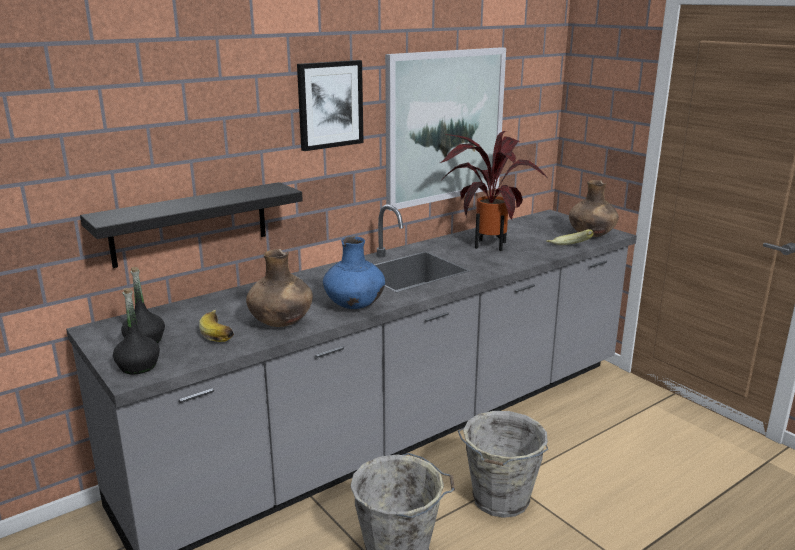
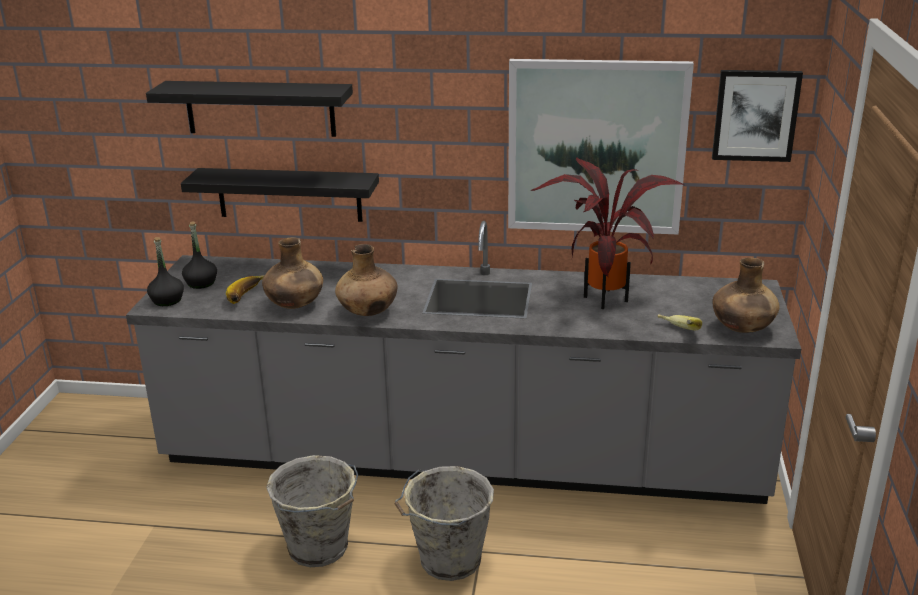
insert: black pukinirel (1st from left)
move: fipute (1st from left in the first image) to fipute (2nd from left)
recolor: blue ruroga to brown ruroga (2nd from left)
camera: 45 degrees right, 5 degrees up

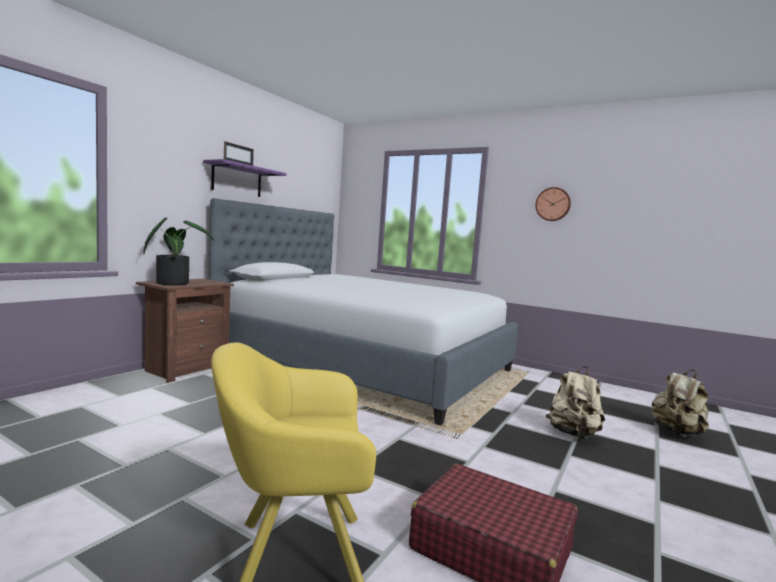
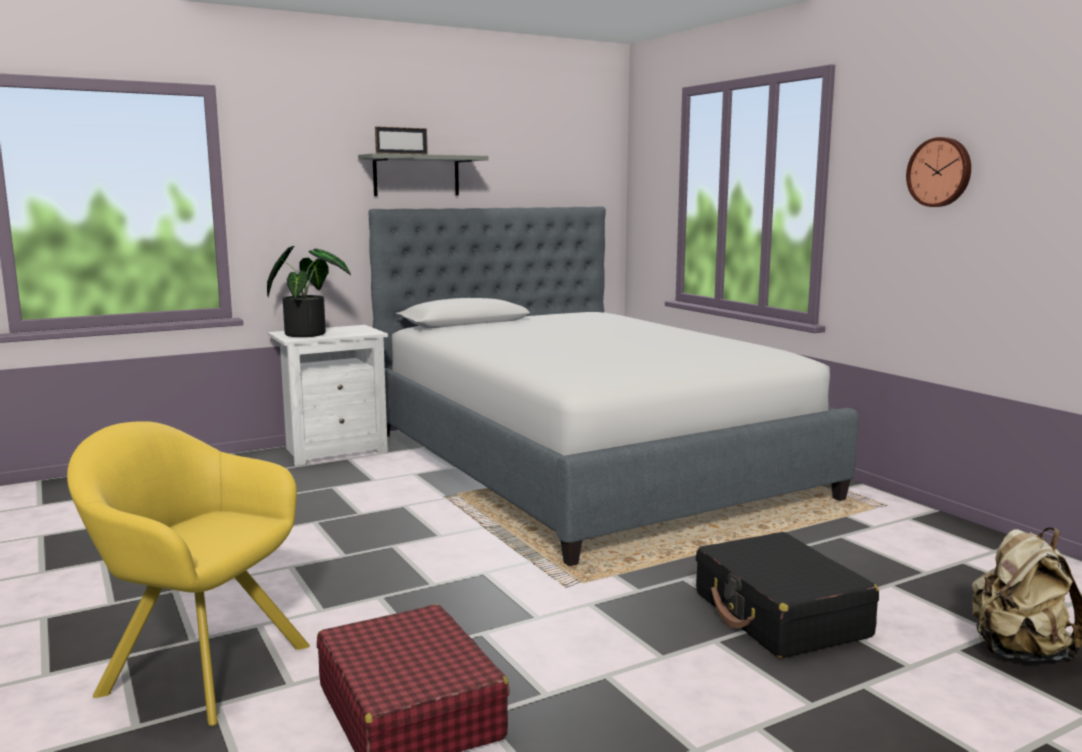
replace: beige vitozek (1st from left) to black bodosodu
recolor: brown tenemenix to white tenemenix; purple pukinirel to grey pukinirel
camera: 30 degrees right, 5 degrees up

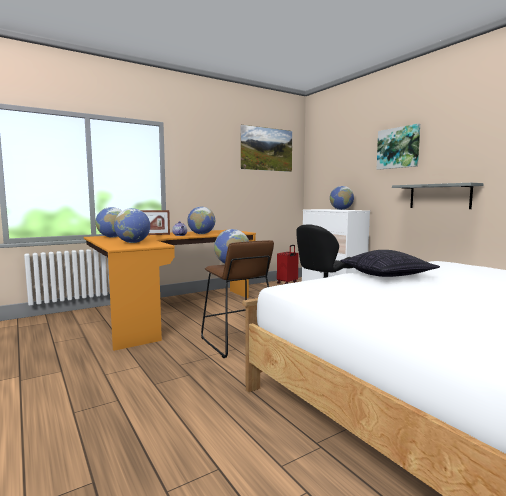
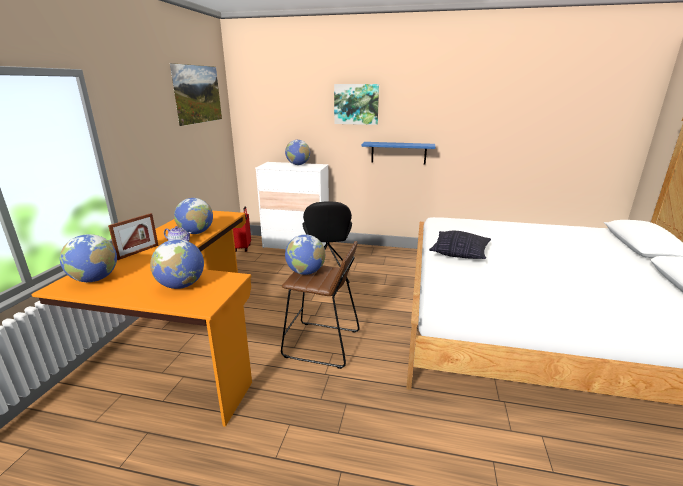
recolor: grey pukinirel to blue pukinirel
camera: 45 degrees left, 15 degrees up

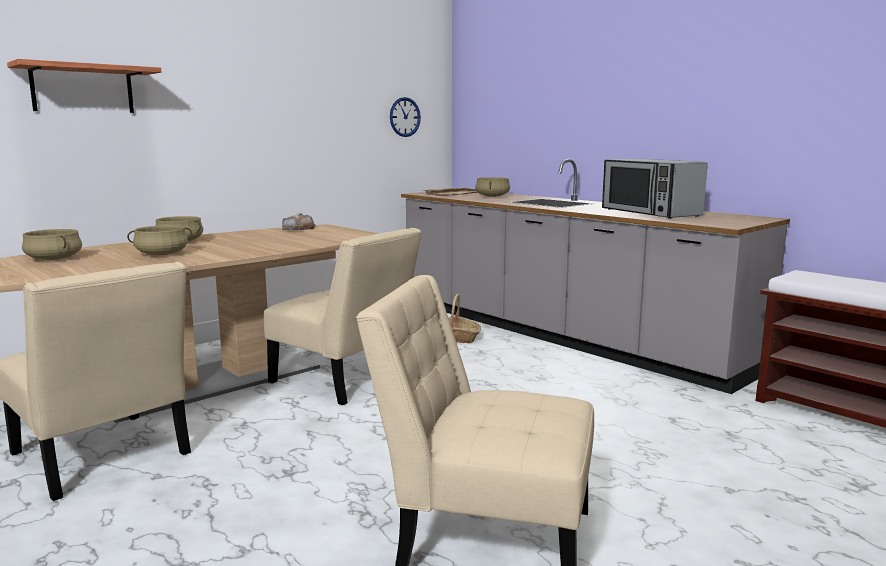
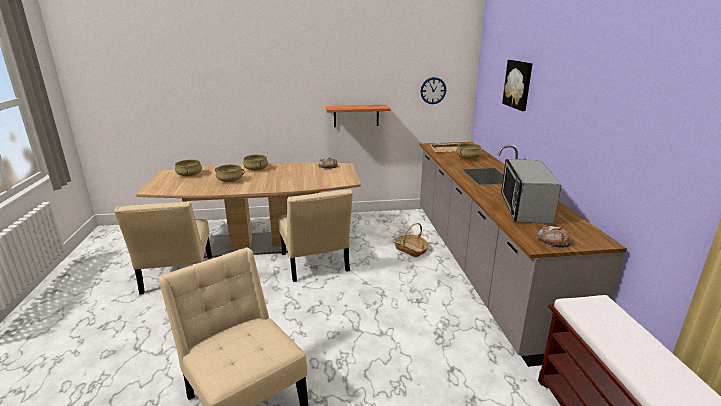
insert: fipute; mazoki (2nd from left)
move: pukinirel
camera: 35 degrees right, 10 degrees up

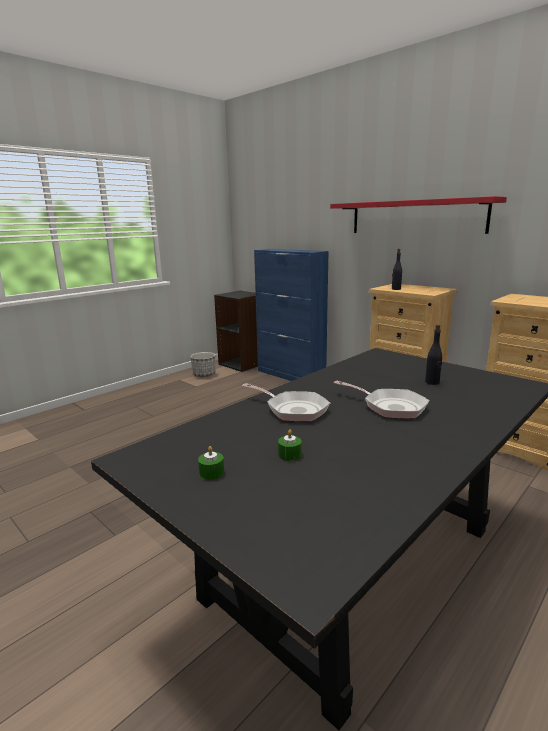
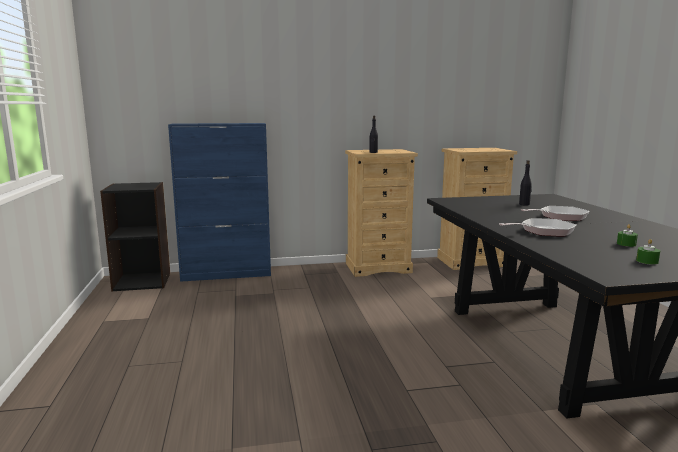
delete: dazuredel; red pukinirel
camera: 55 degrees left, 5 degrees down

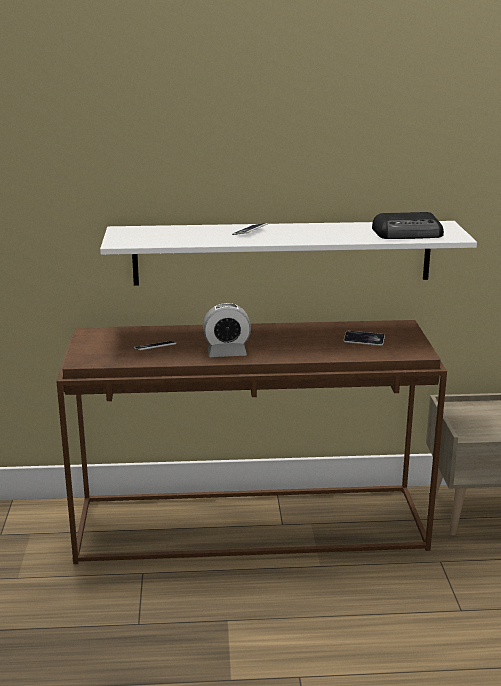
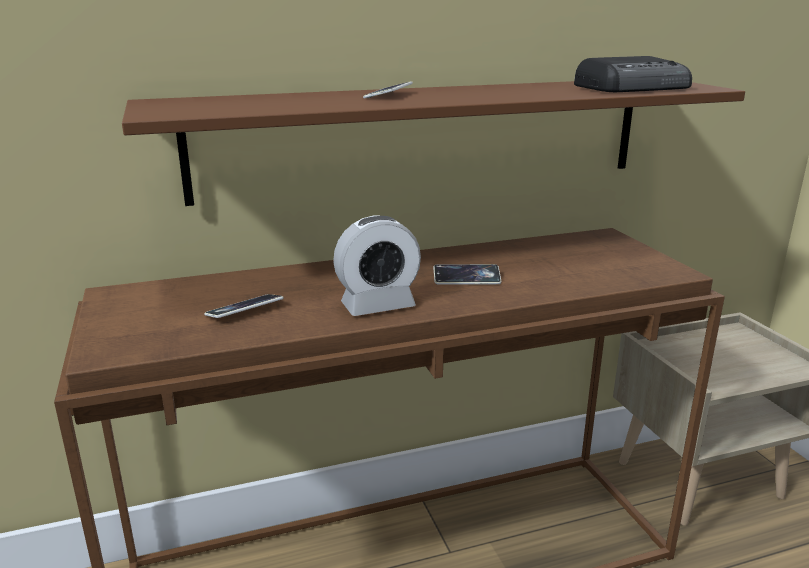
move: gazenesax (3rd from left)
recolor: white pukinirel to brown pukinirel
camera: 15 degrees left, 0 degrees up

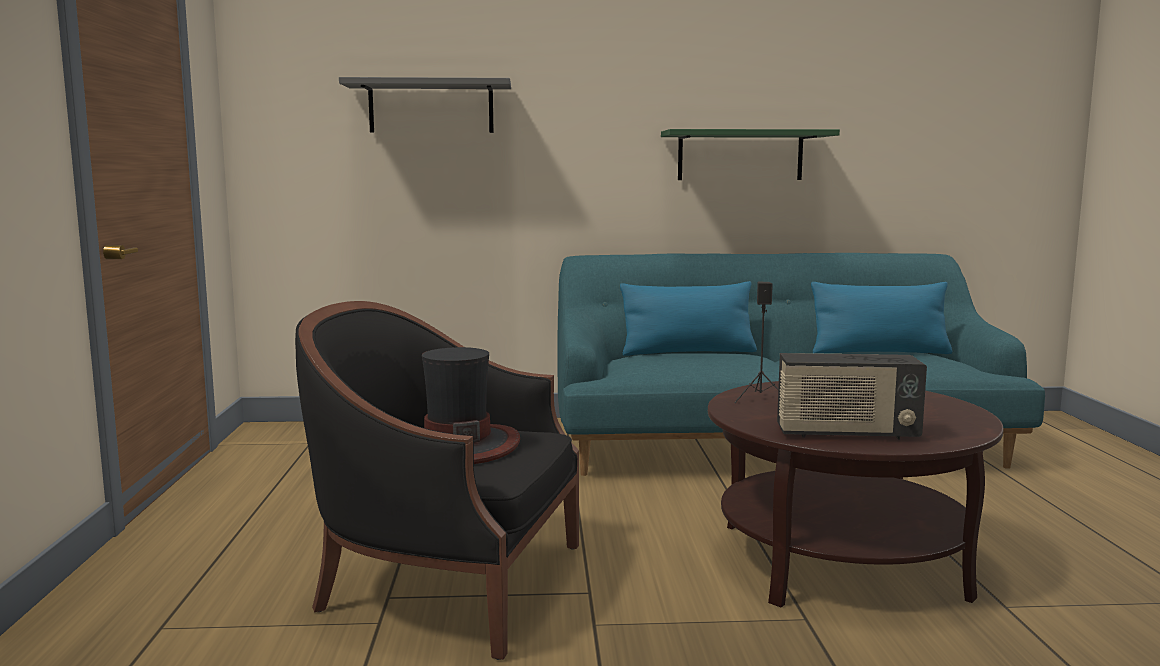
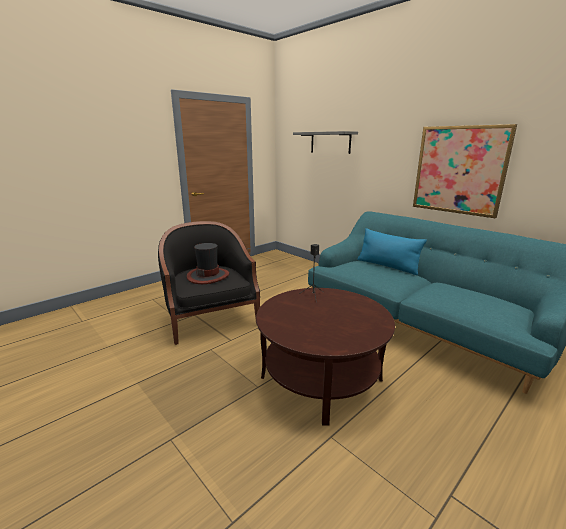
delete: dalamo; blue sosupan (2nd from left)
replace: green pukinirel to fipute
camera: 50 degrees right, 10 degrees up

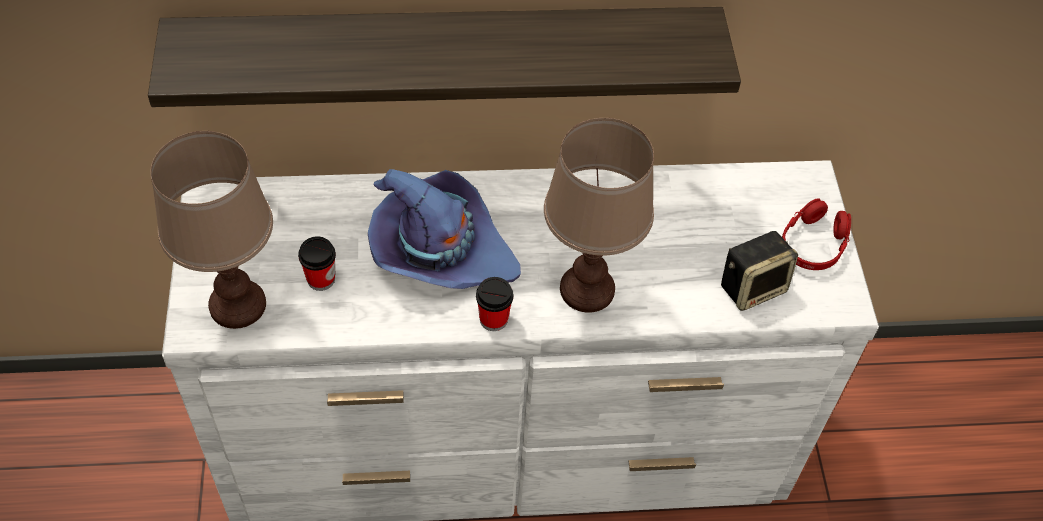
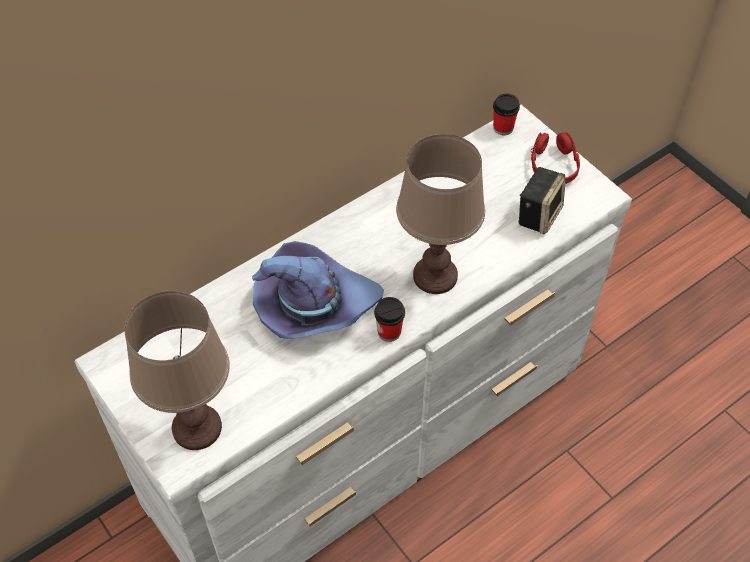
delete: pukinirel
move: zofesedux (1st from left in the first image) to zofesedux (2nd from left)
camera: 30 degrees left, 0 degrees up

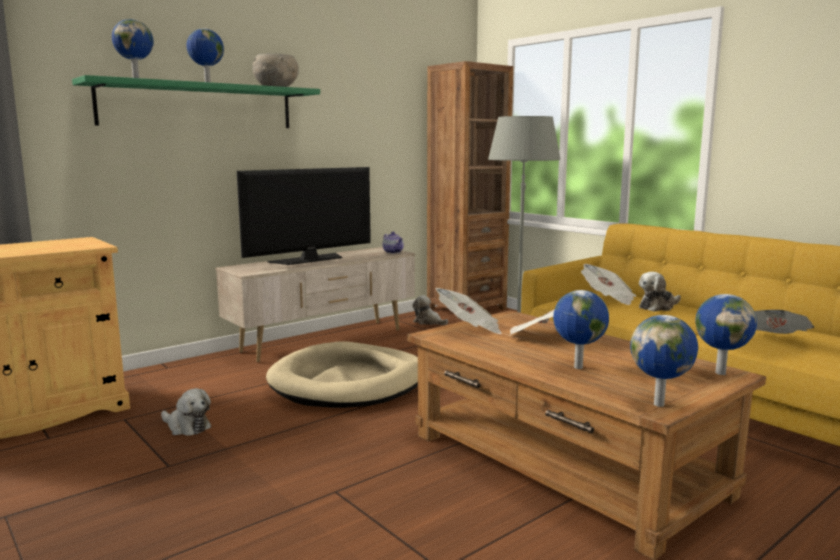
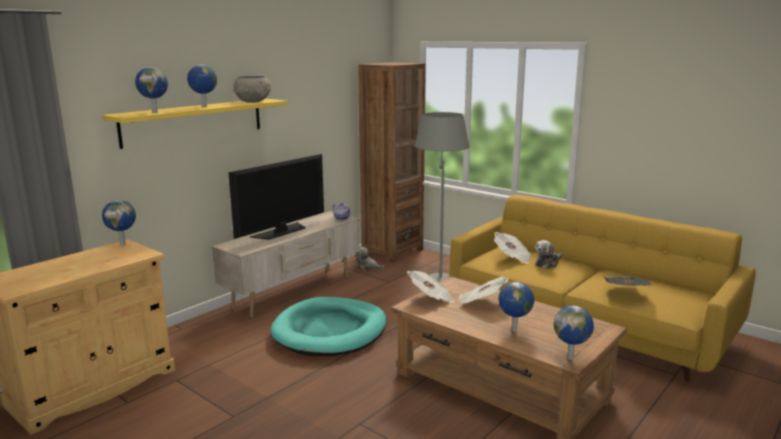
delete: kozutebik (1st from left)
move: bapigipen (5th from left in the first image) to bapigipen (1st from left)
recolor: green pukinirel to yellow pukinirel; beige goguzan to turquoise goguzan
camera: 10 degrees left, 5 degrees up

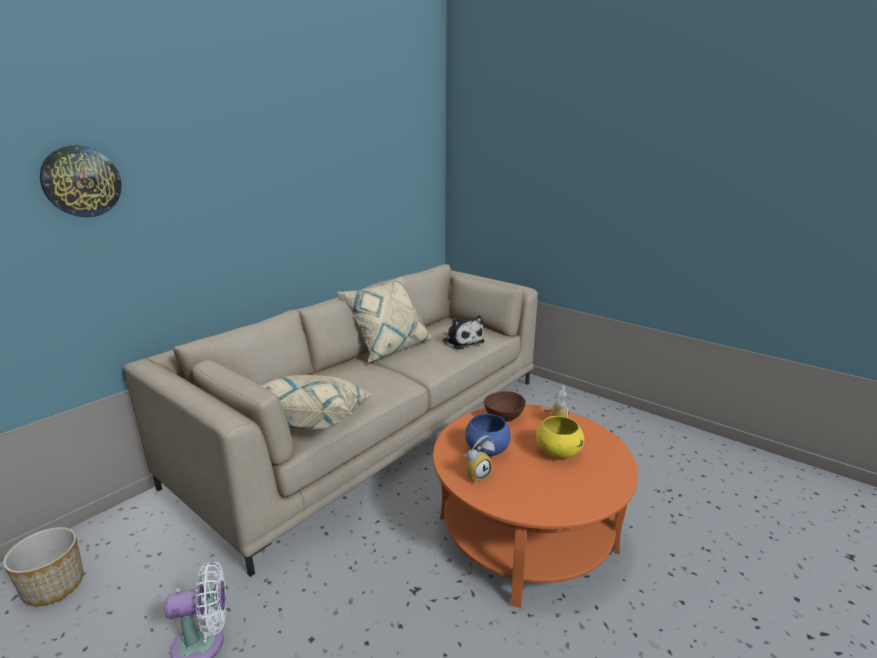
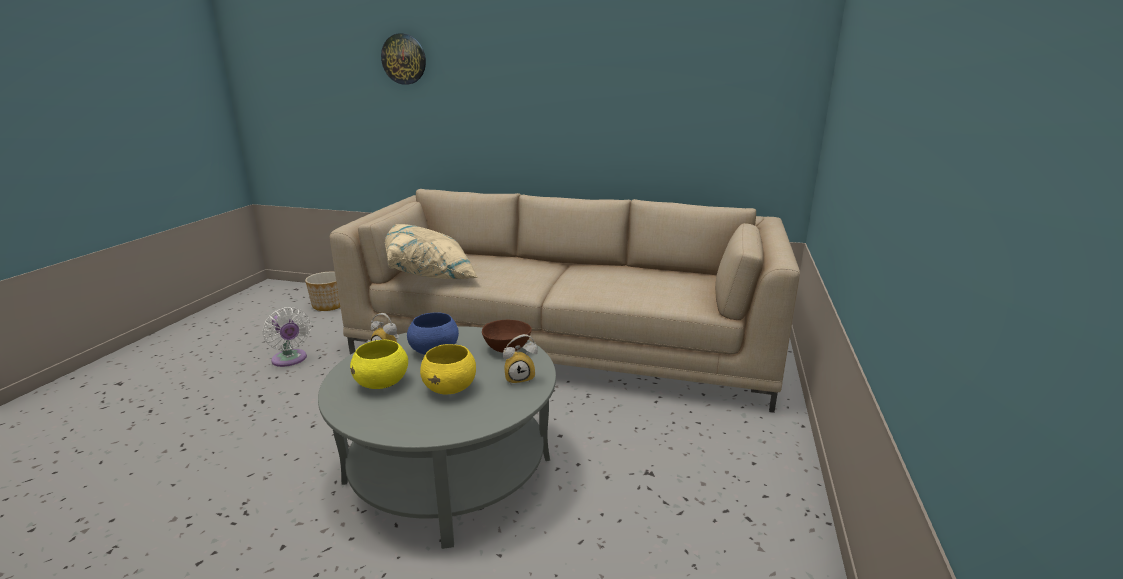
delete: beige sosupan (2nd from left); kozutebik
insert: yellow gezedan (1st from left)
recolor: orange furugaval to grey furugaval
camera: 65 degrees right, 0 degrees up

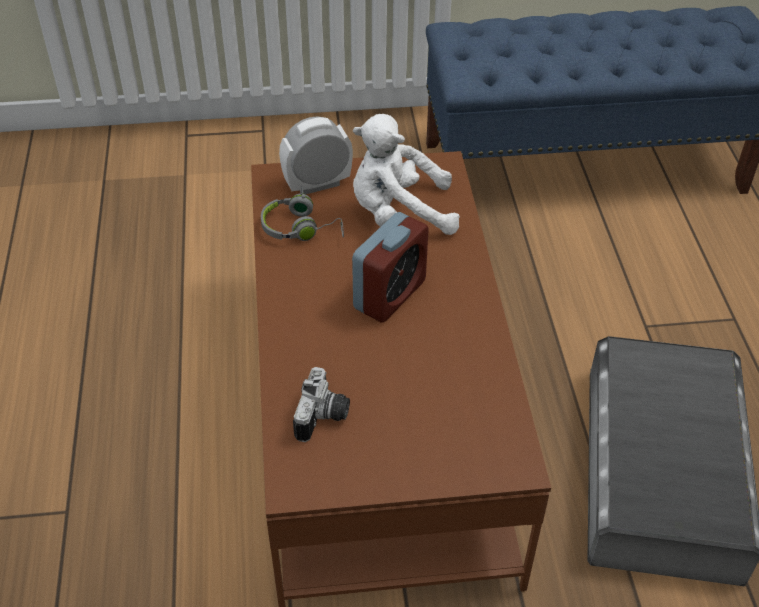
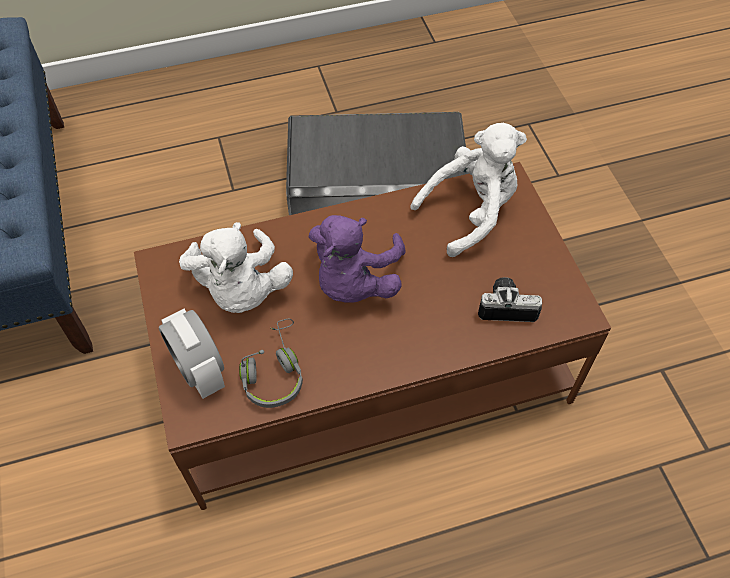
insert: white kozutebik (2nd from left)
replace: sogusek (2nd from left) to purple kozutebik
camera: 100 degrees left, 10 degrees up

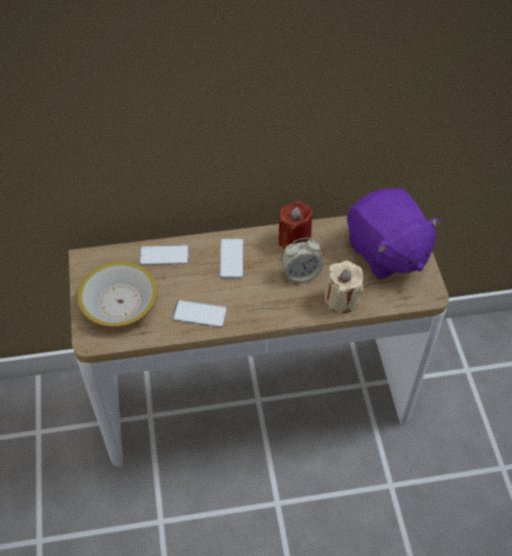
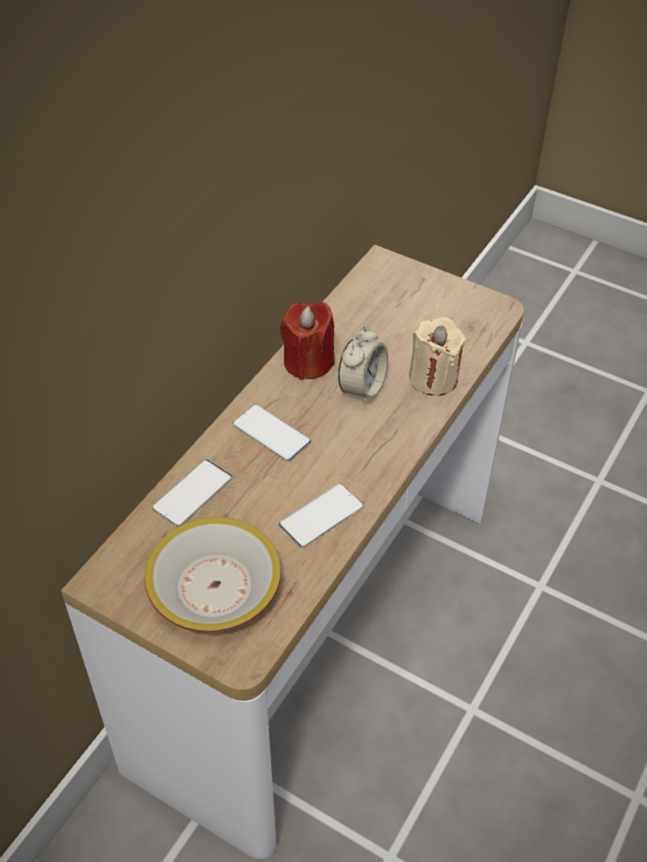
delete: purple kozutebik
camera: 50 degrees left, 5 degrees down

